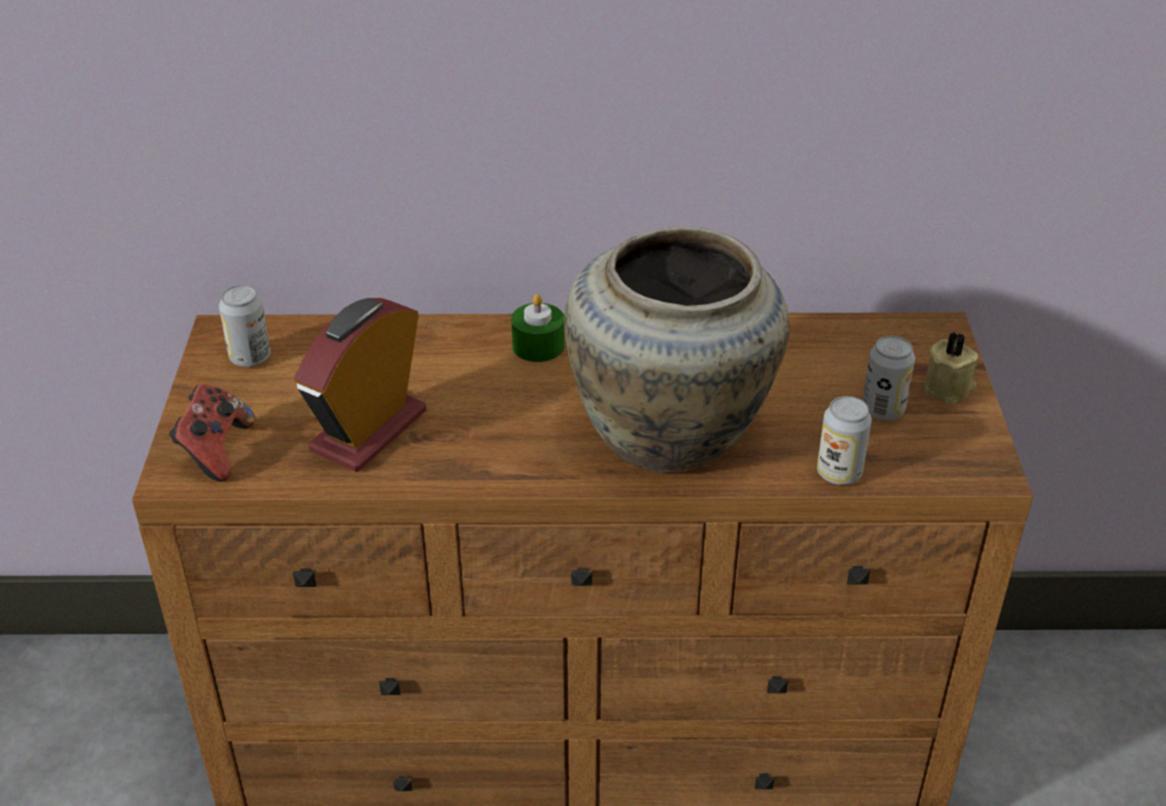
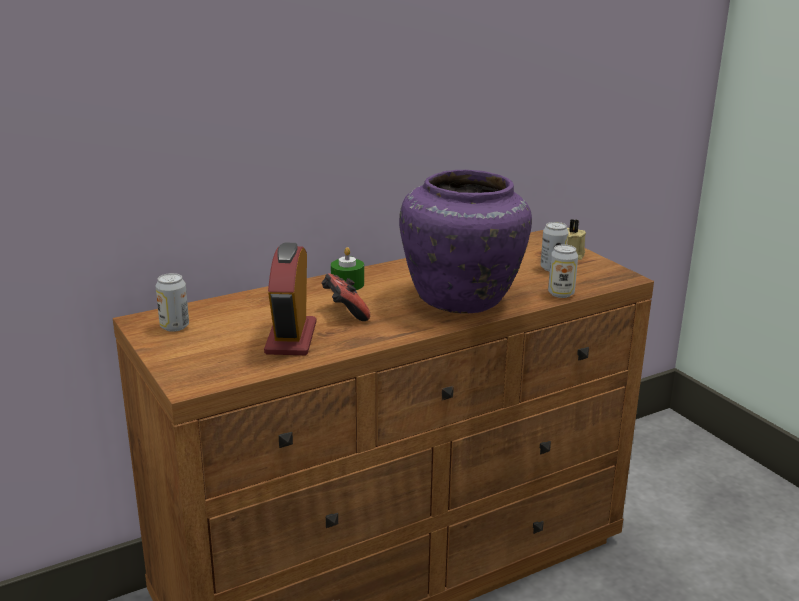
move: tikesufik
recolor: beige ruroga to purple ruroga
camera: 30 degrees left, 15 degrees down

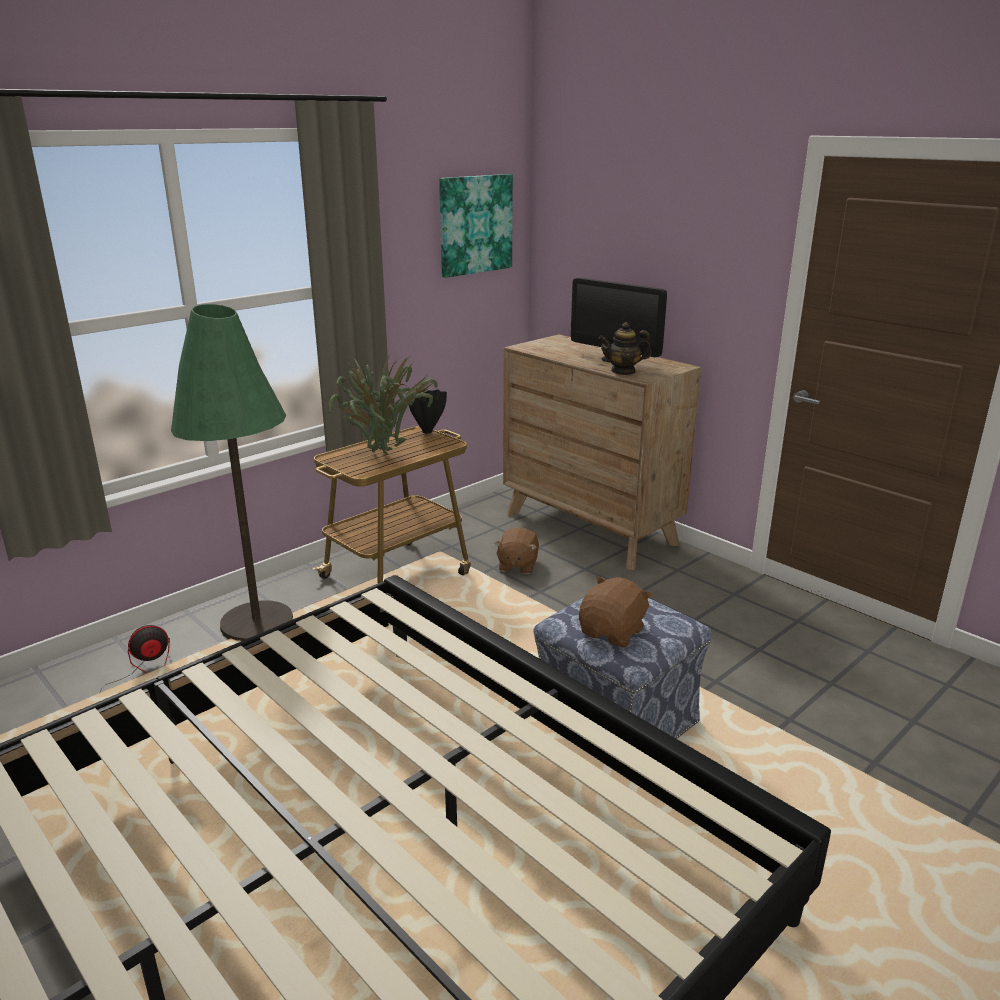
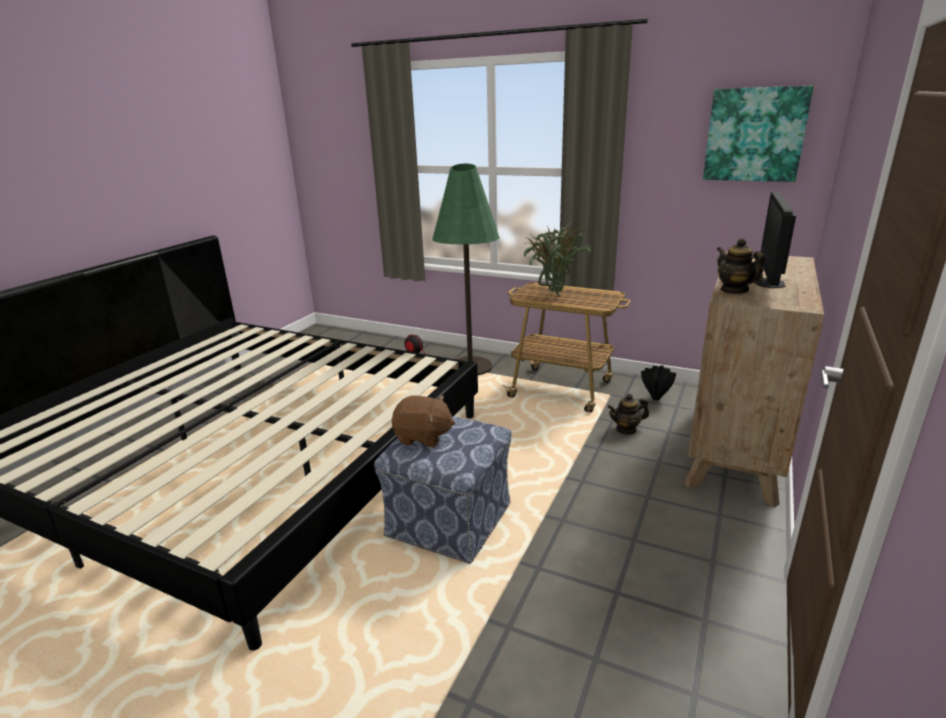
move: black ruroga
replace: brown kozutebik (1st from left) to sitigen (1st from left)
camera: 70 degrees right, 0 degrees up

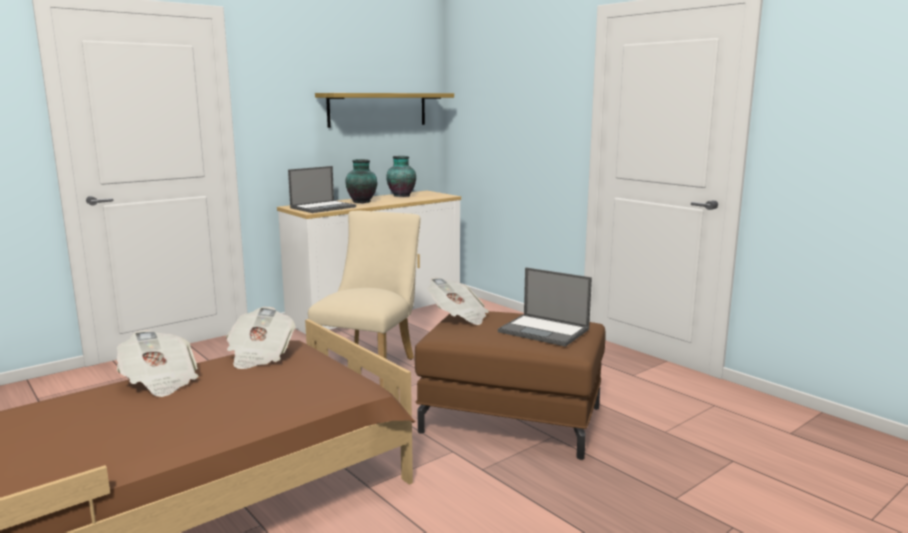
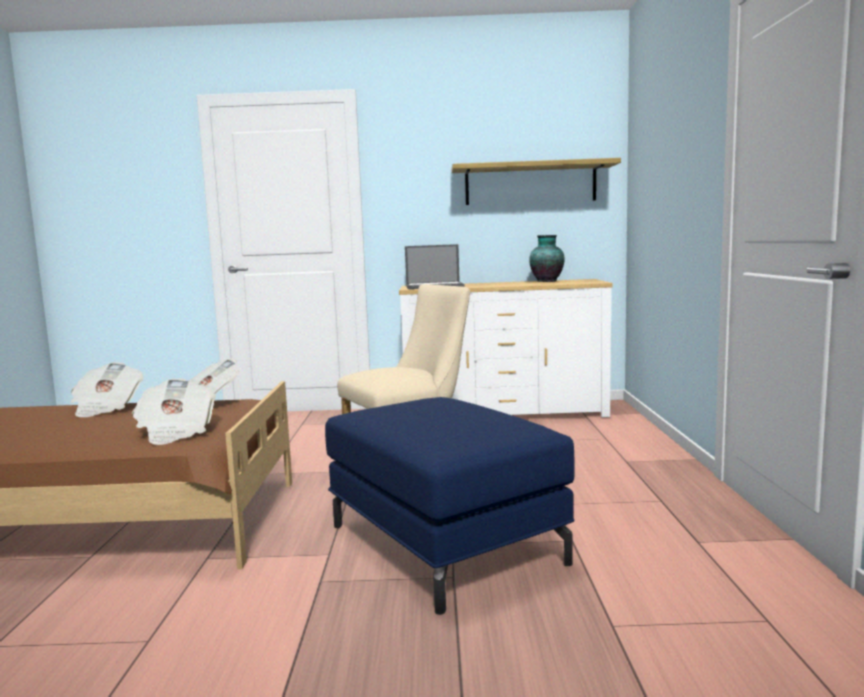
delete: ruroga (1st from left); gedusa (2nd from left)
move: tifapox (3rd from left in the first image) to tifapox (2nd from left)
recolor: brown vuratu to blue vuratu
camera: 40 degrees right, 5 degrees down

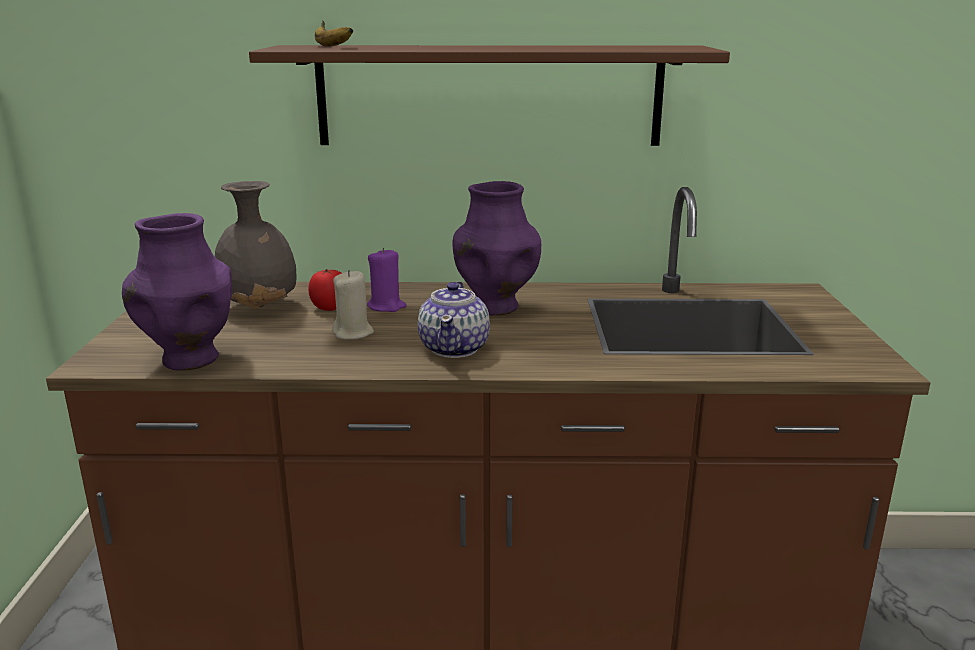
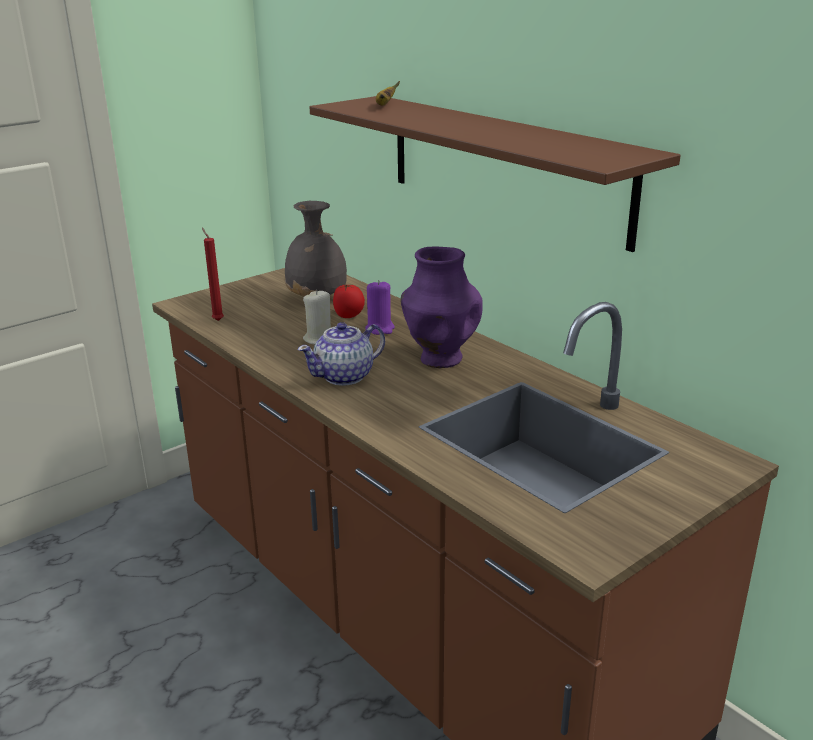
replace: purple ruroga (1st from left) to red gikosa
camera: 50 degrees right, 5 degrees up

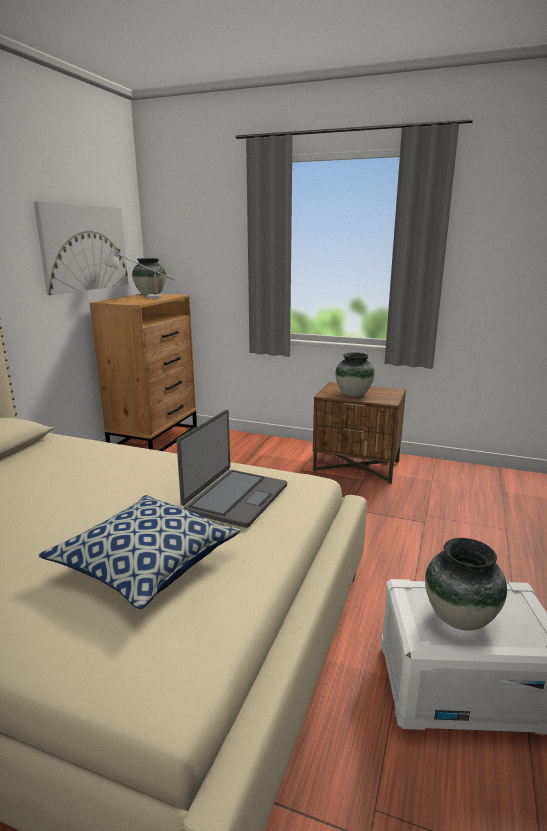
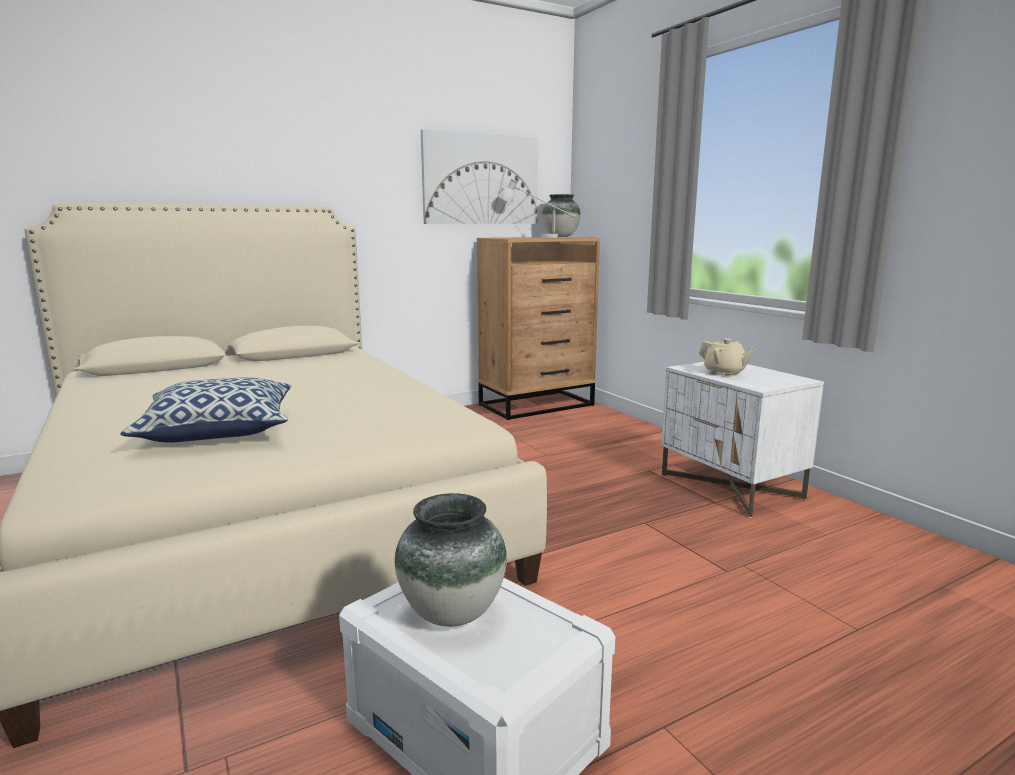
delete: gedusa
replace: ruroga (2nd from left) to beige sitigen
recolor: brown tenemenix to white tenemenix
camera: 40 degrees right, 5 degrees down

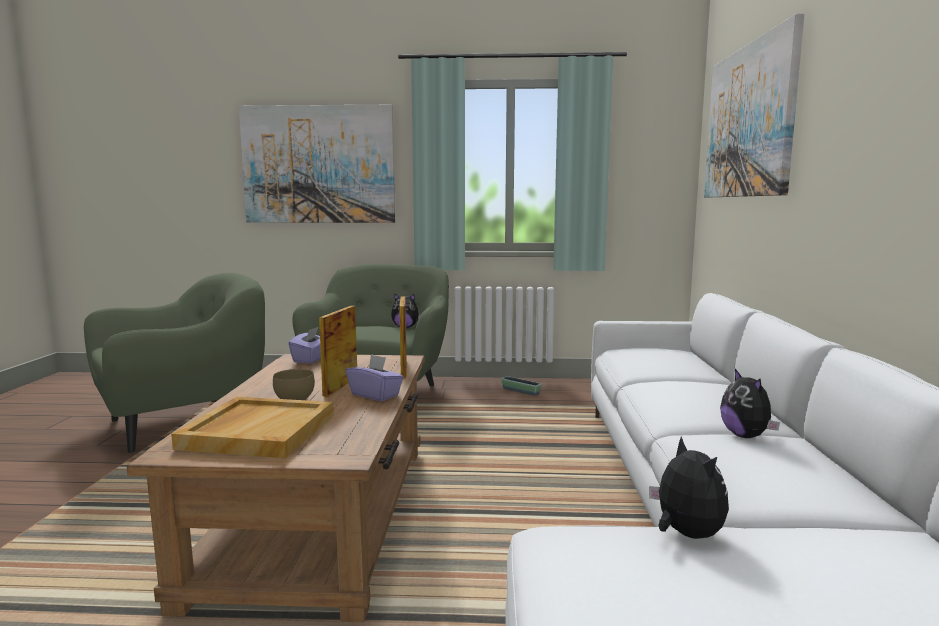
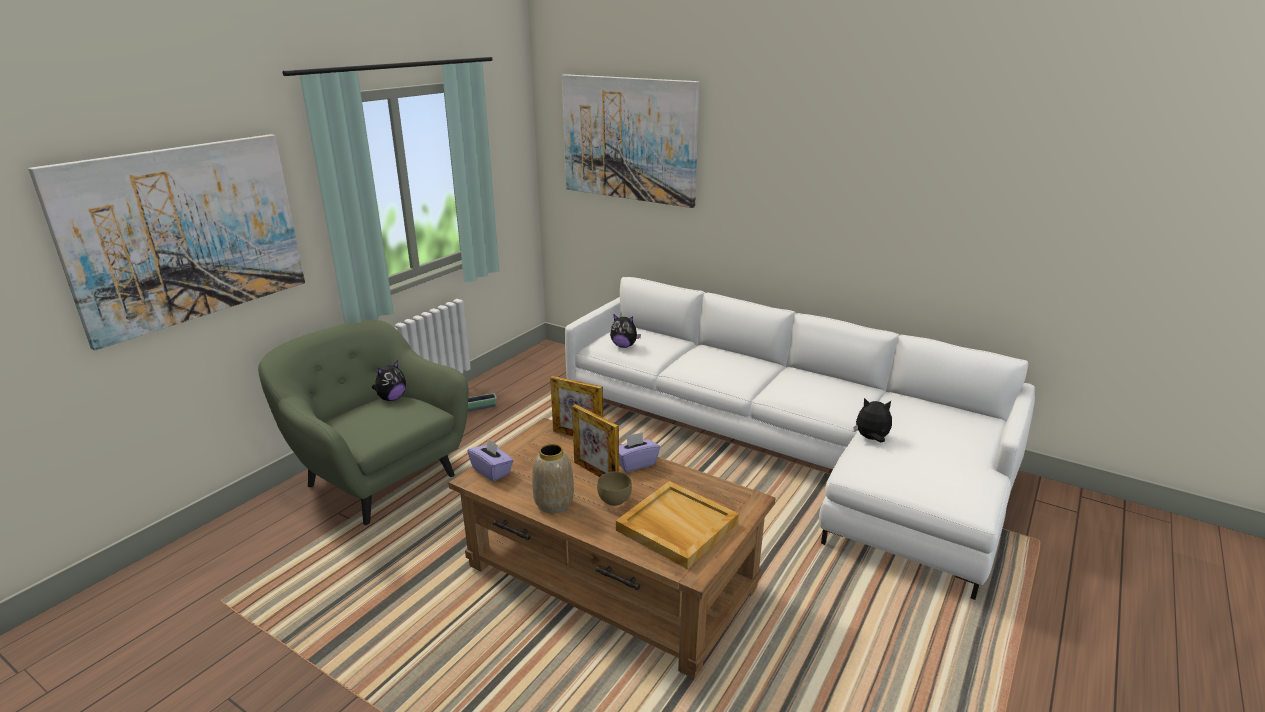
delete: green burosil (1st from left)
insert: ruroga
move: kozutebik (3rd from left in the first image) to kozutebik (2nd from left)
camera: 60 degrees left, 15 degrees up

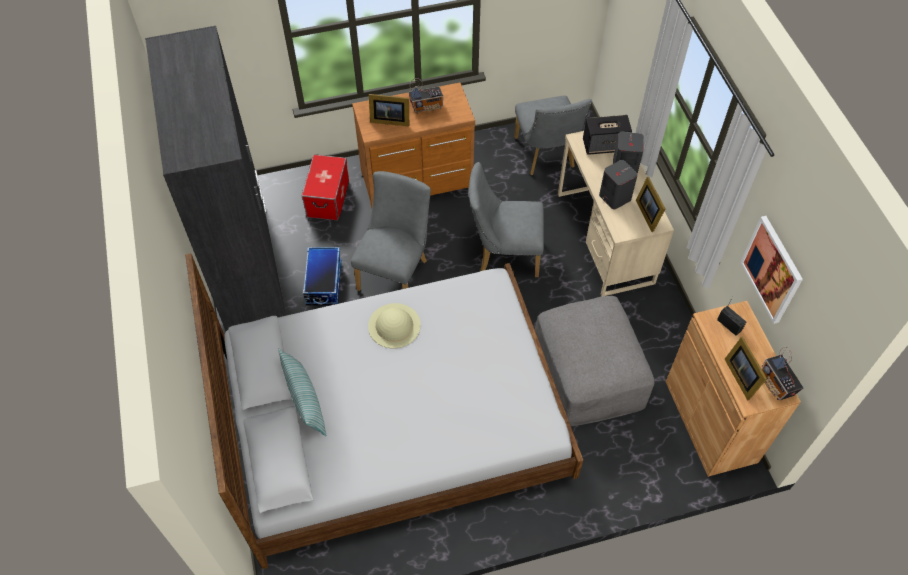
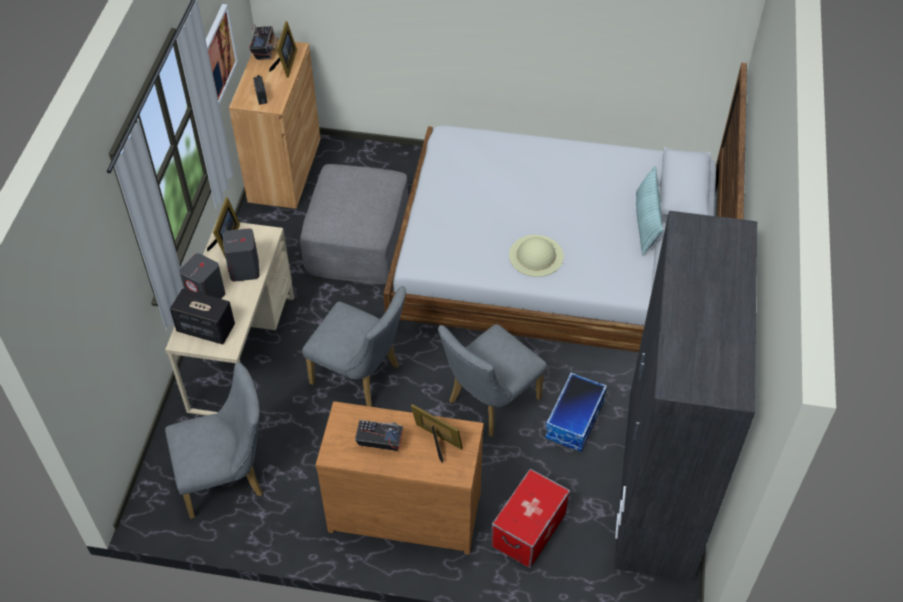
rotate: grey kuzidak (3rd from left in the first image) 60 degrees clockwise
camera: 155 degrees left, 5 degrees down

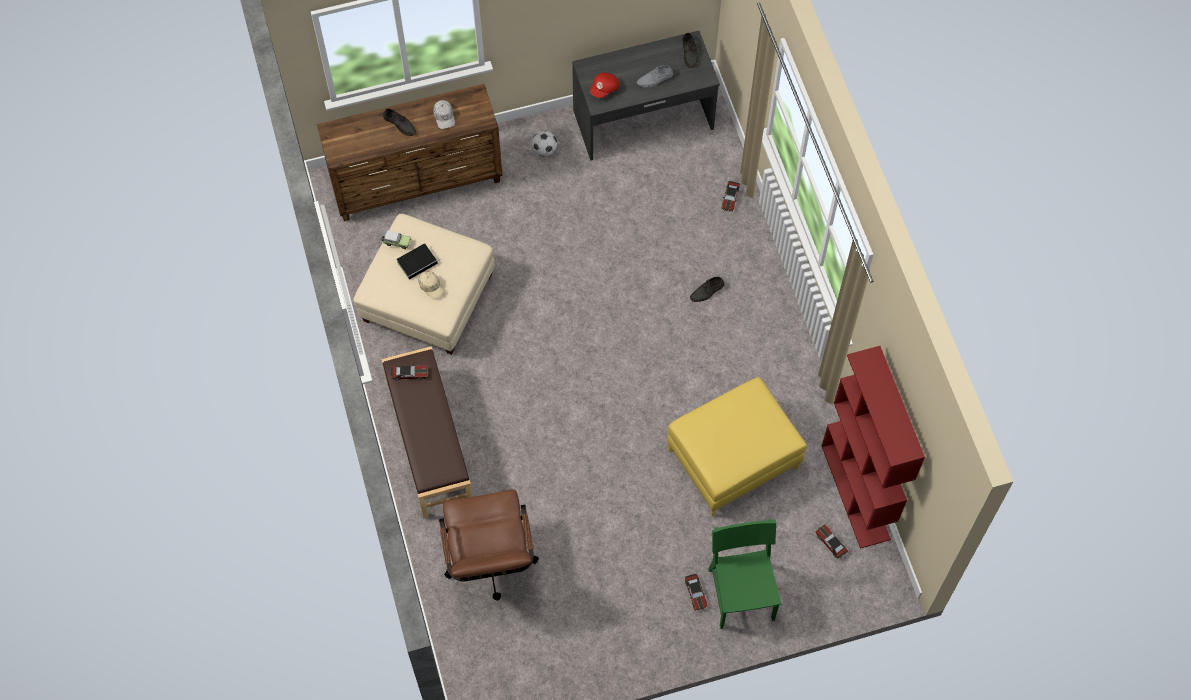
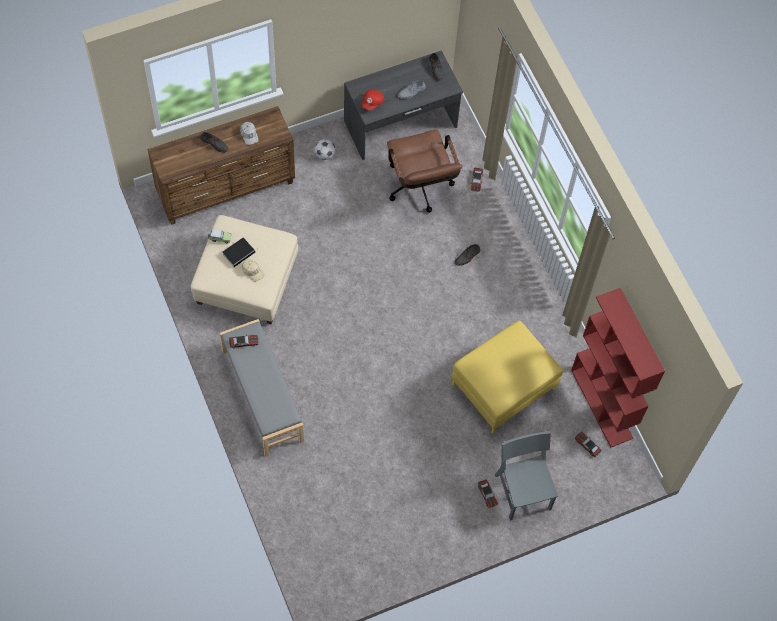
move: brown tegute
recolor: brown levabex to grey levabex; green kuzidak to grey kuzidak
camera: 10 degrees left, 0 degrees up

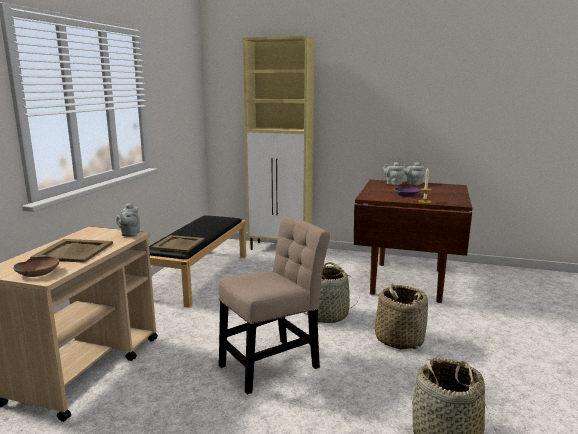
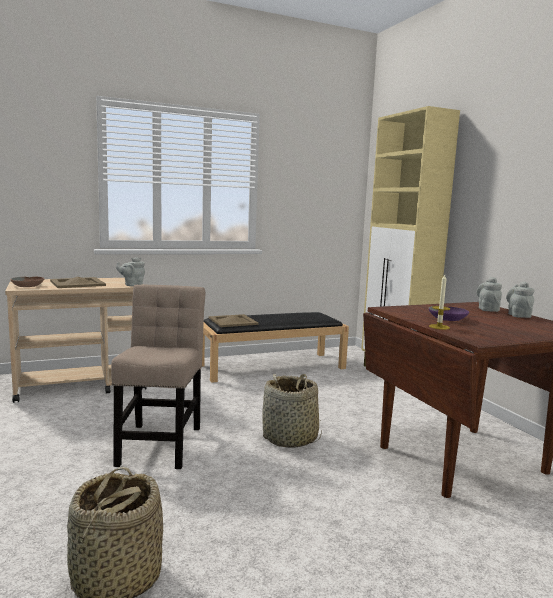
delete: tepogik (2nd from left)
rotate: beige kuzidak 105 degrees counterclockwise
camera: 50 degrees right, 5 degrees down

